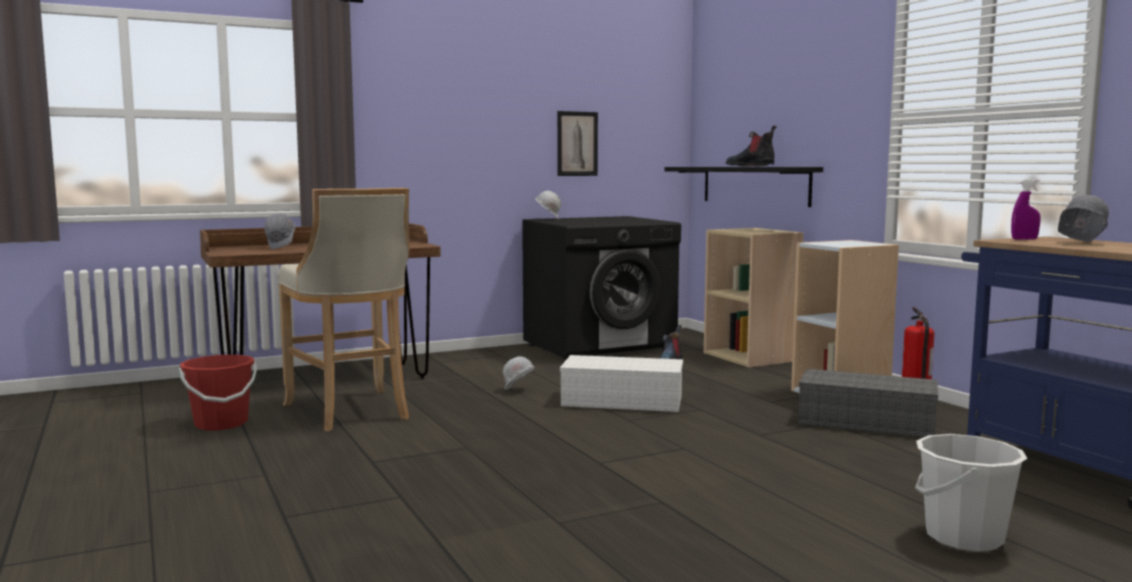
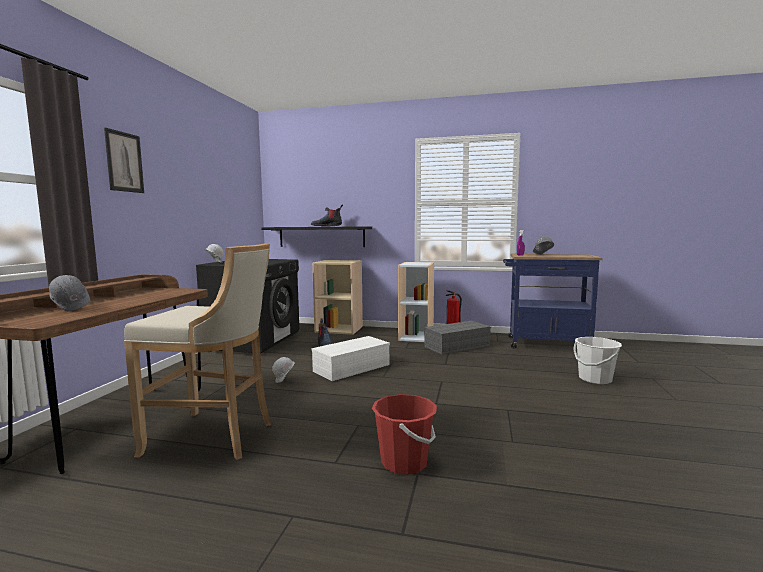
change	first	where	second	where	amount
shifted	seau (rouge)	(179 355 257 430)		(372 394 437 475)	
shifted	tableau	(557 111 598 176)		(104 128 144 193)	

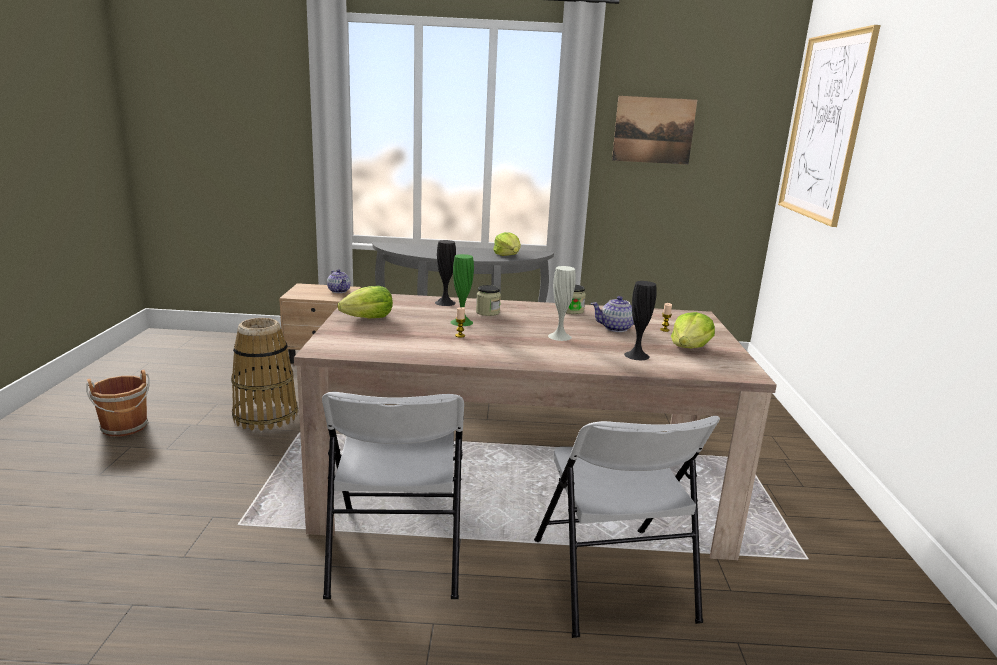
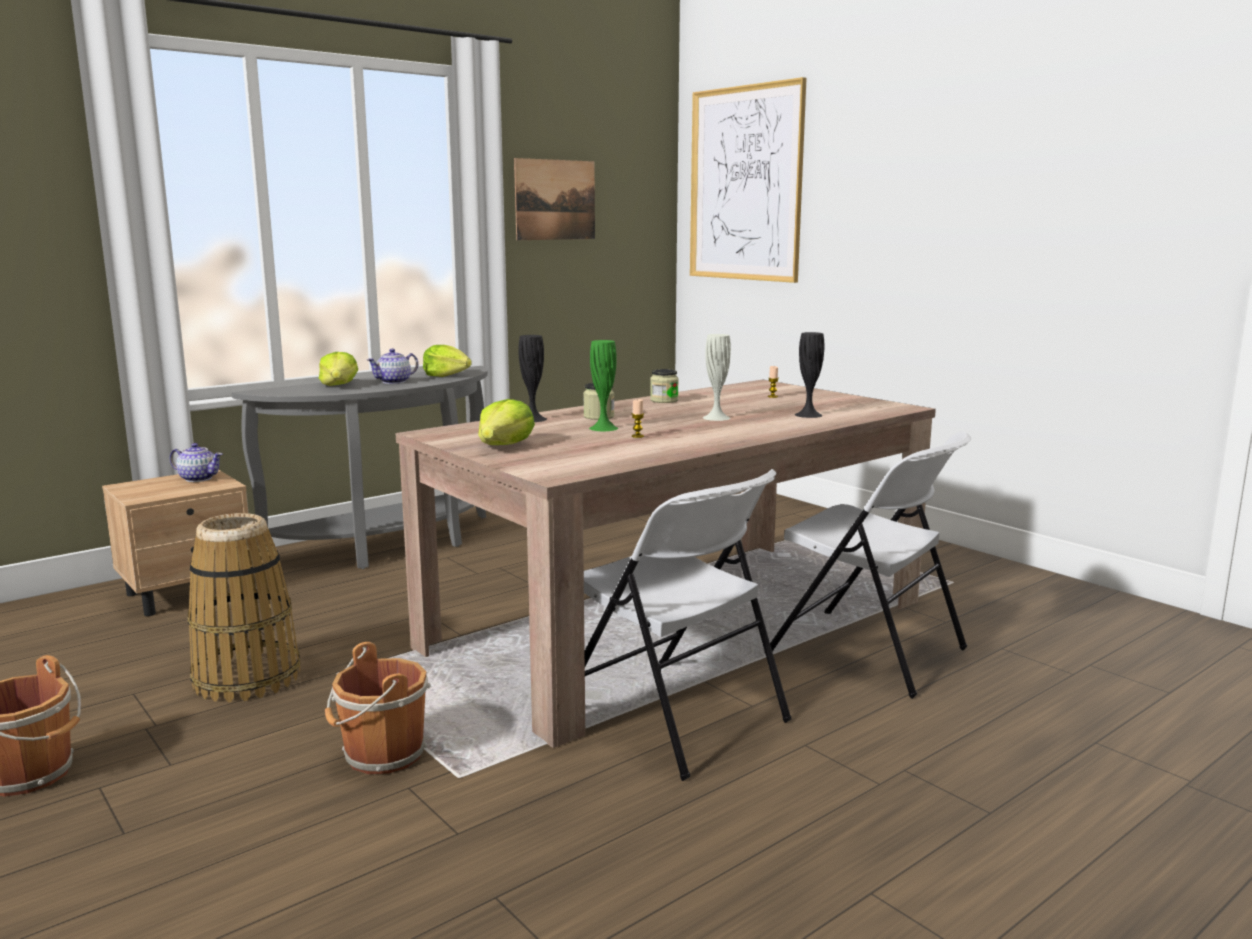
change	first	where	second	where	amount
new			seau (marron)	(325 642 431 774)	
shifted	théière	(591 296 634 332)		(367 349 418 384)	
shifted	laitue	(671 312 715 348)		(319 352 358 386)	

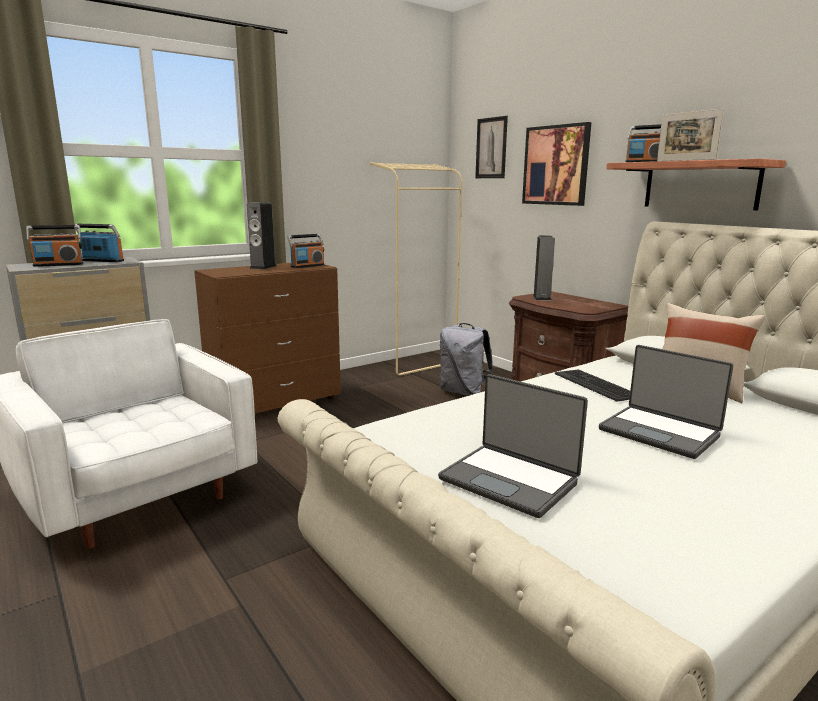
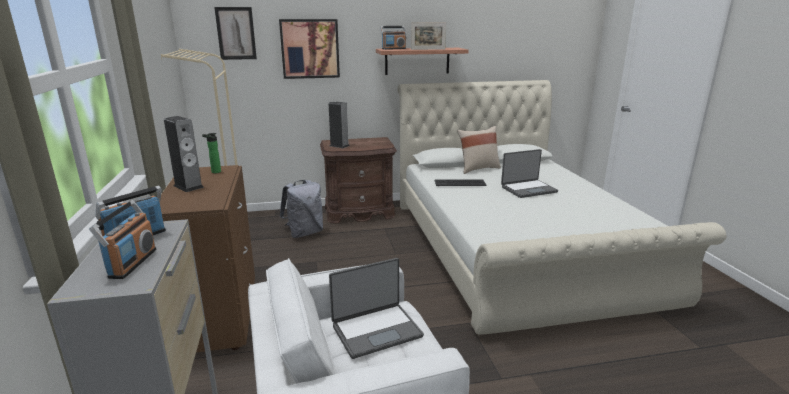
change	first	where	second	where	amount
shifted	ordinateur portable	(438 374 588 518)		(329 258 424 359)	
swapped	radio	(287 234 324 268)	bouteille	(202 133 221 173)	

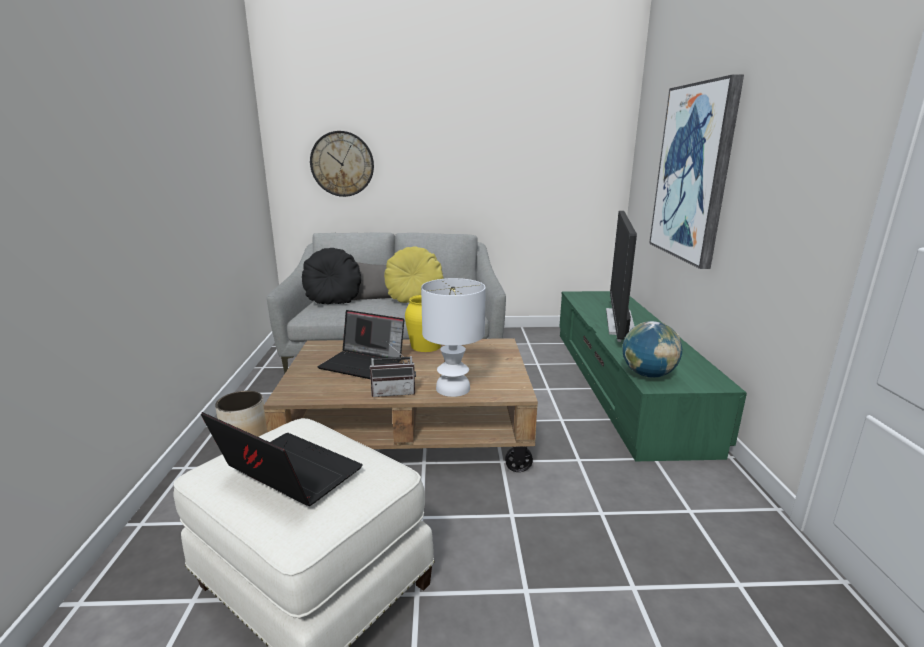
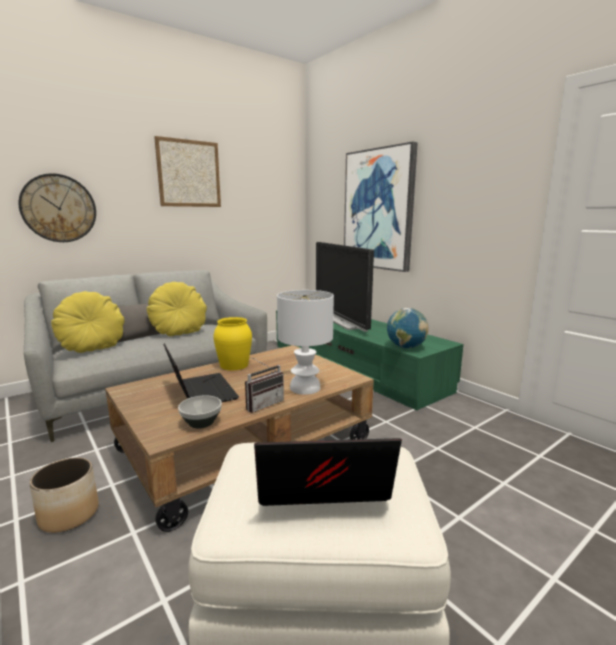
change	first	where	second	where	amount
new			tableau	(154 136 221 207)	
new			bol	(178 395 222 429)	
repainted	coussin (noir)	(302 248 361 304)	coussin (jaune)	(51 291 125 353)	
rotated	ordinateur portable	(318 310 404 379)		(163 343 239 402)	105 degrees counterclockwise

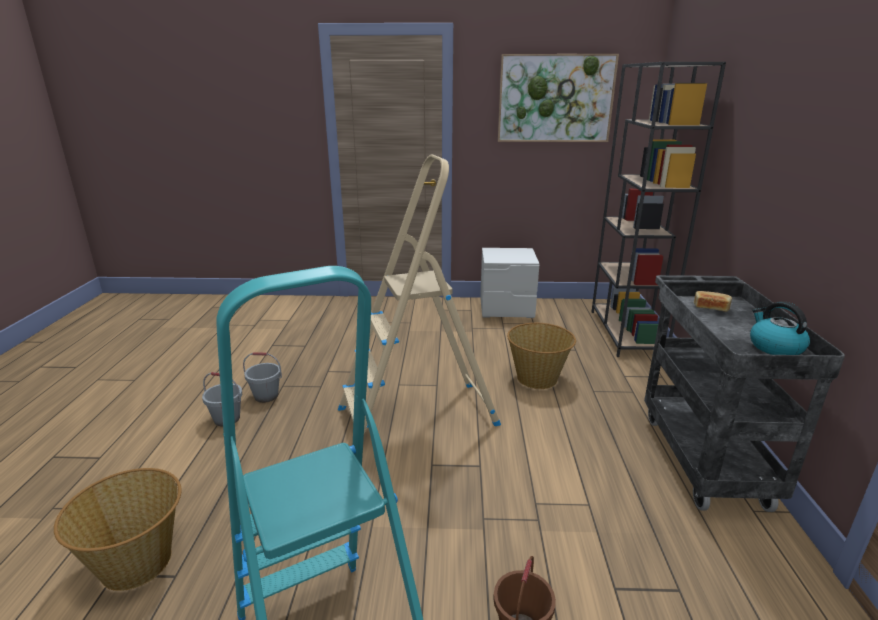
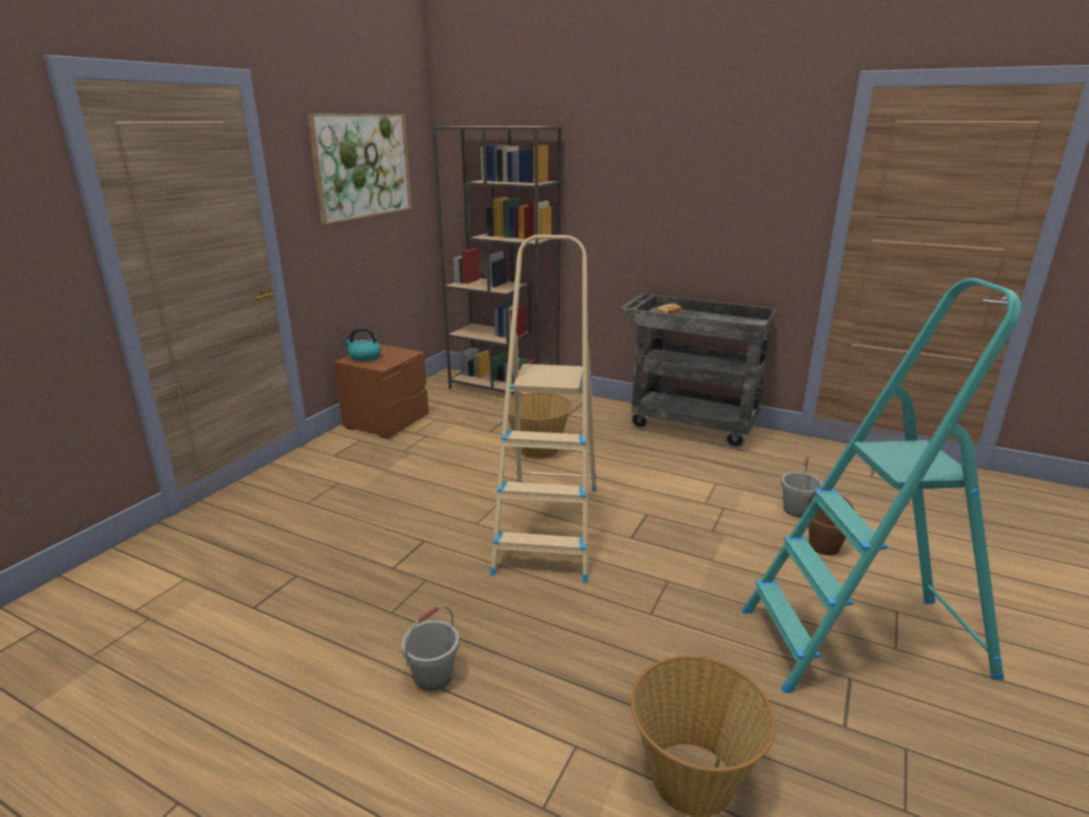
change	first	where	second	where	amount
shifted	seau (gris)	(243 352 282 403)		(781 457 823 518)	
shifted	bouilloire	(750 301 810 355)		(342 327 381 361)	
repainted	table de chevet (blanc)	(480 248 539 318)	table de chevet (marron)	(334 344 429 439)	

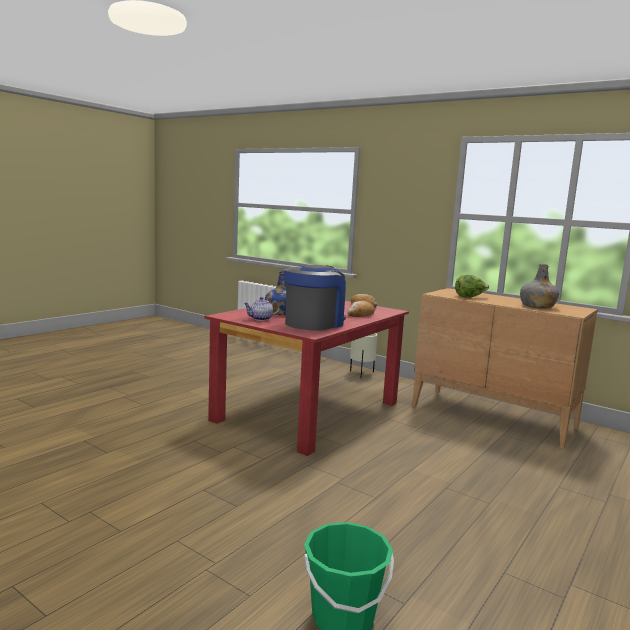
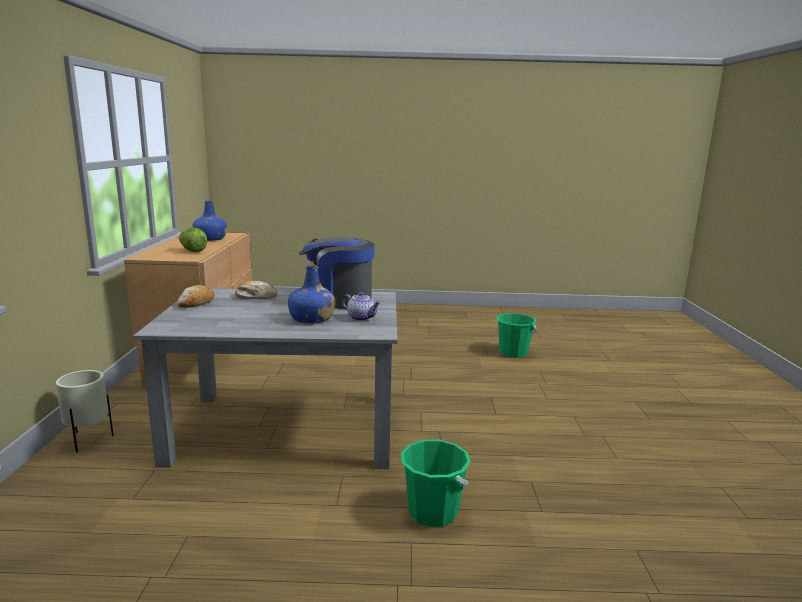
change	first	where	second	where	amount
new			seau (vert)	(401 440 471 527)	
repainted	table à manger (rouge)	(205 301 409 456)	table à manger (gris)	(133 288 397 469)	
repainted	bouteille (gris)	(520 264 559 309)	bouteille (bleu)	(192 200 227 241)	

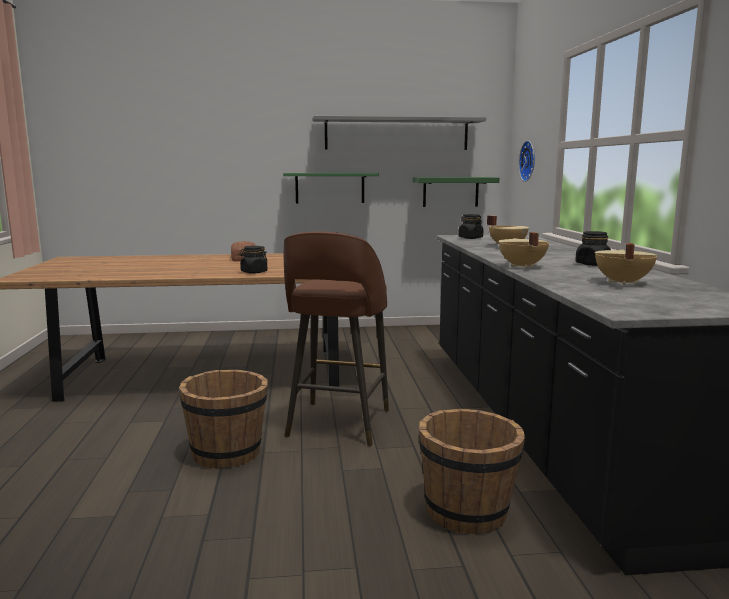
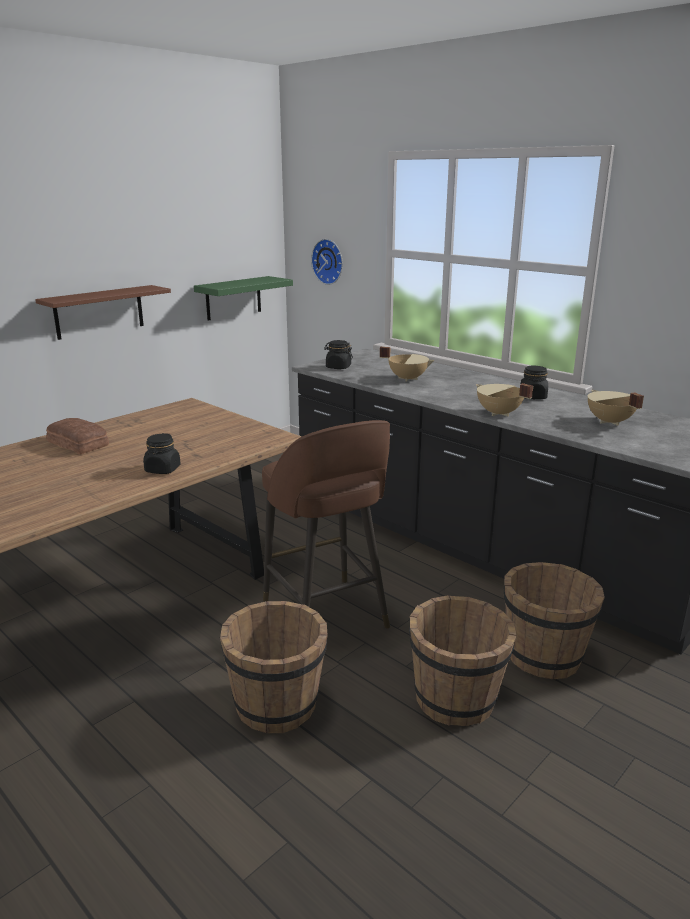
change	first	where	second	where	amount
gone	étagère (gris)	(313 116 486 150)			
new			seau (marron)	(409 595 517 726)	
repainted	étagère (vert)	(283 173 379 203)	étagère (marron)	(35 285 171 340)	

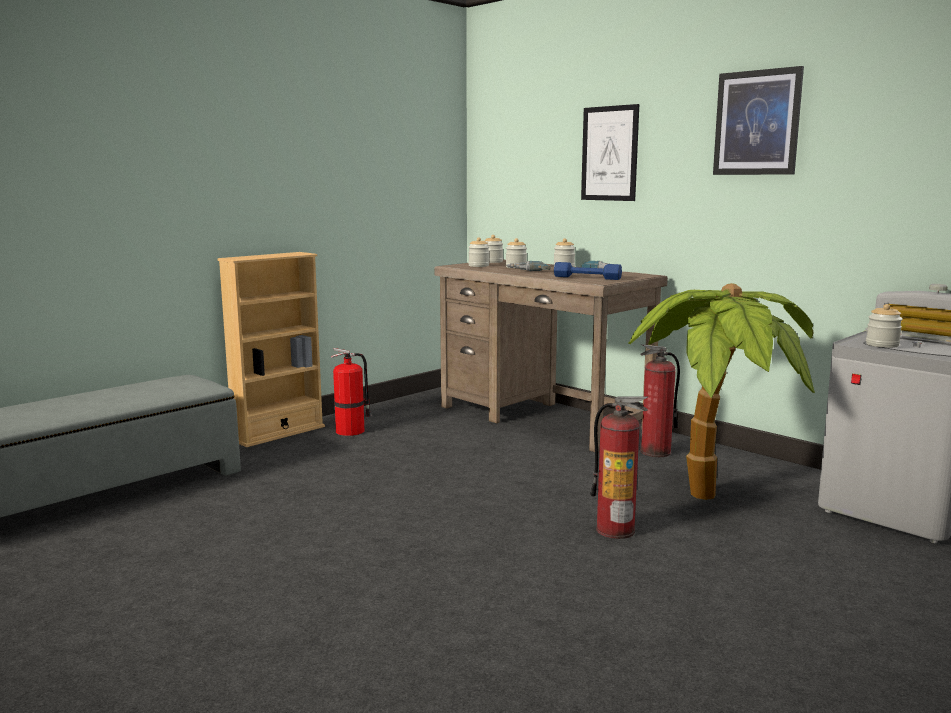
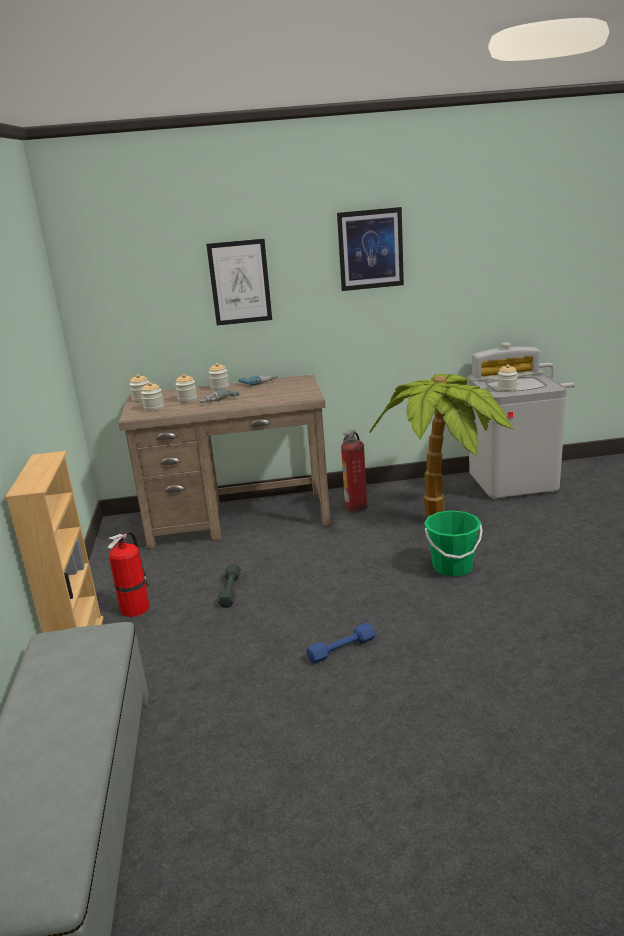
change	first	where	second	where	amount
new			haltère (gris)	(218 564 241 608)	
shifted	haltère (bleu)	(554 262 622 280)		(306 622 375 664)	
swapped	extincteur	(590 397 648 539)	seau (vert)	(424 510 483 577)	

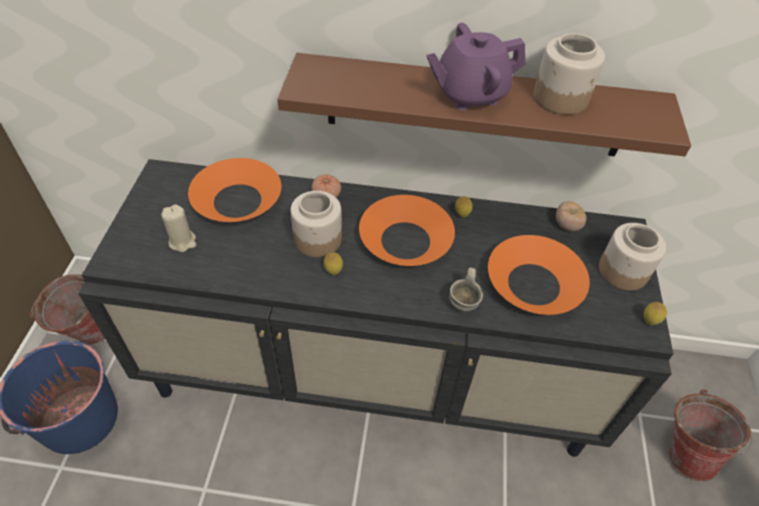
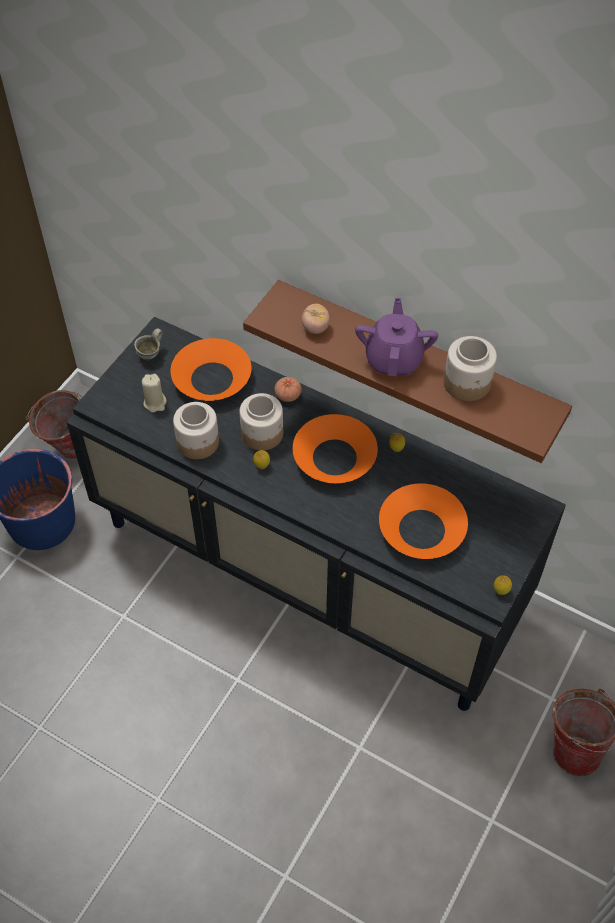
change	first	where	second	where	amount
shifted	mug (gris)	(449 267 483 312)		(134 328 163 360)	
shifted	tomate	(556 201 587 231)		(302 304 330 334)	
shifted	bocal	(599 223 666 291)		(173 402 219 459)	
rotated	théière (violet)	(427 23 525 110)		(355 298 438 376)	90 degrees clockwise

